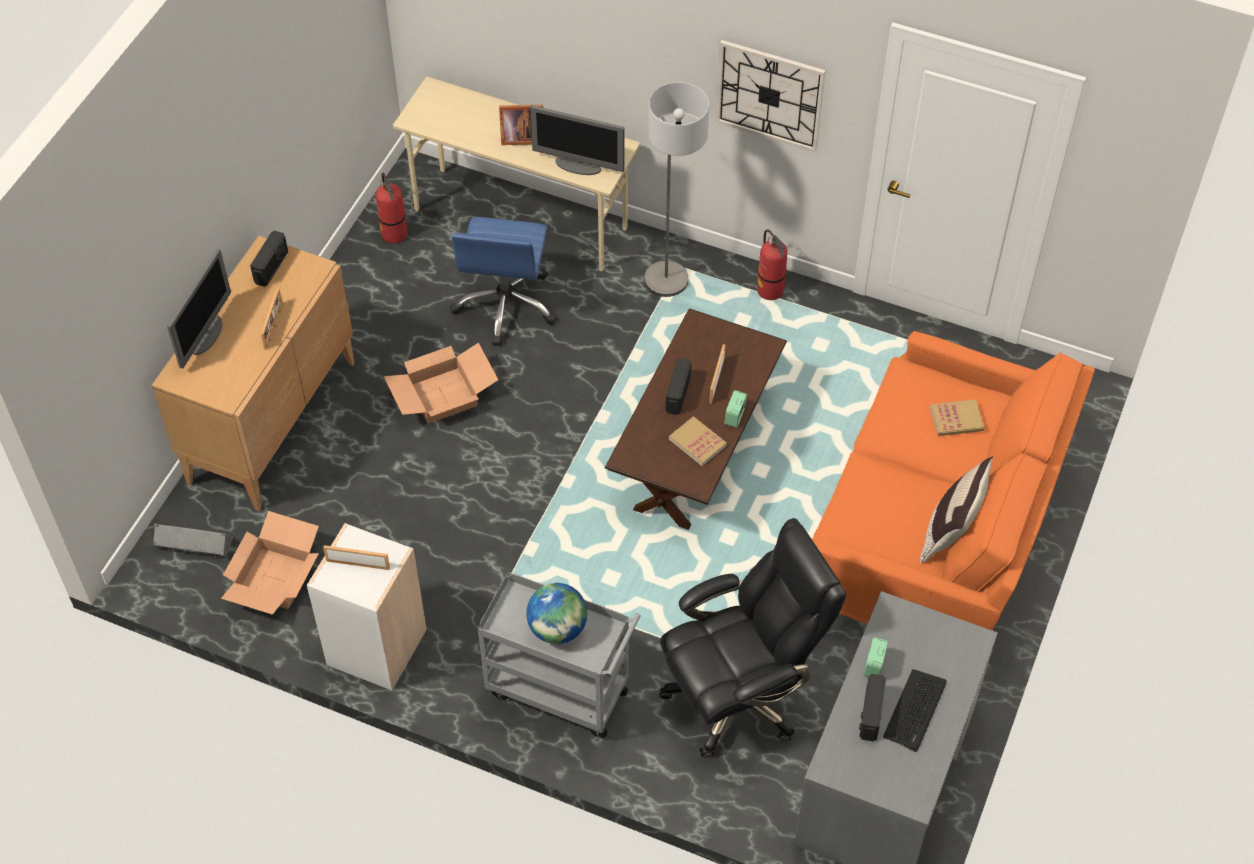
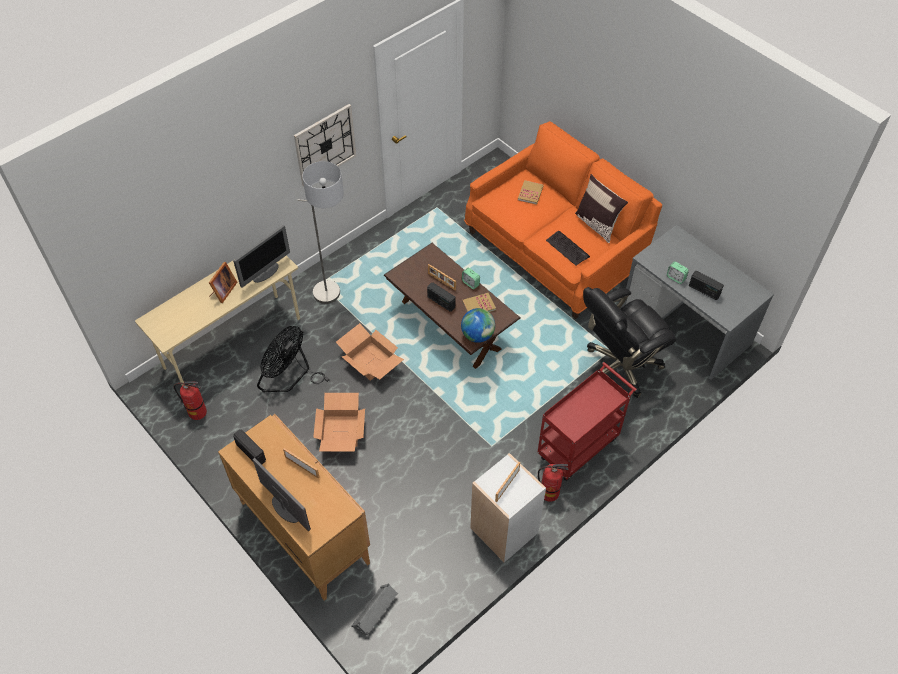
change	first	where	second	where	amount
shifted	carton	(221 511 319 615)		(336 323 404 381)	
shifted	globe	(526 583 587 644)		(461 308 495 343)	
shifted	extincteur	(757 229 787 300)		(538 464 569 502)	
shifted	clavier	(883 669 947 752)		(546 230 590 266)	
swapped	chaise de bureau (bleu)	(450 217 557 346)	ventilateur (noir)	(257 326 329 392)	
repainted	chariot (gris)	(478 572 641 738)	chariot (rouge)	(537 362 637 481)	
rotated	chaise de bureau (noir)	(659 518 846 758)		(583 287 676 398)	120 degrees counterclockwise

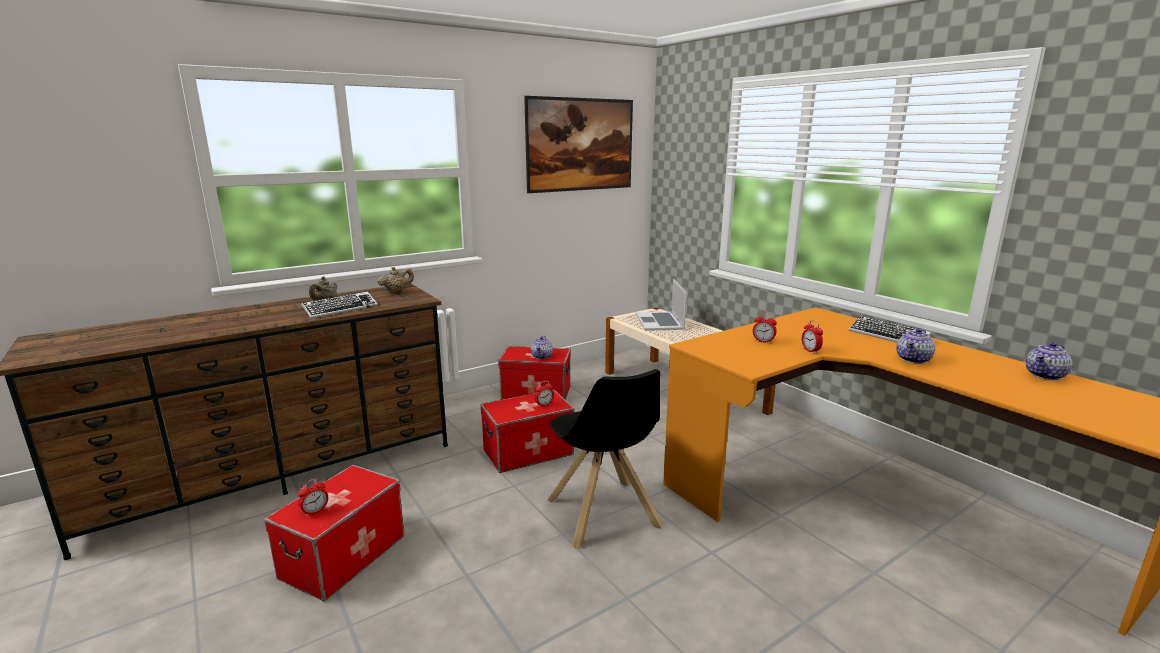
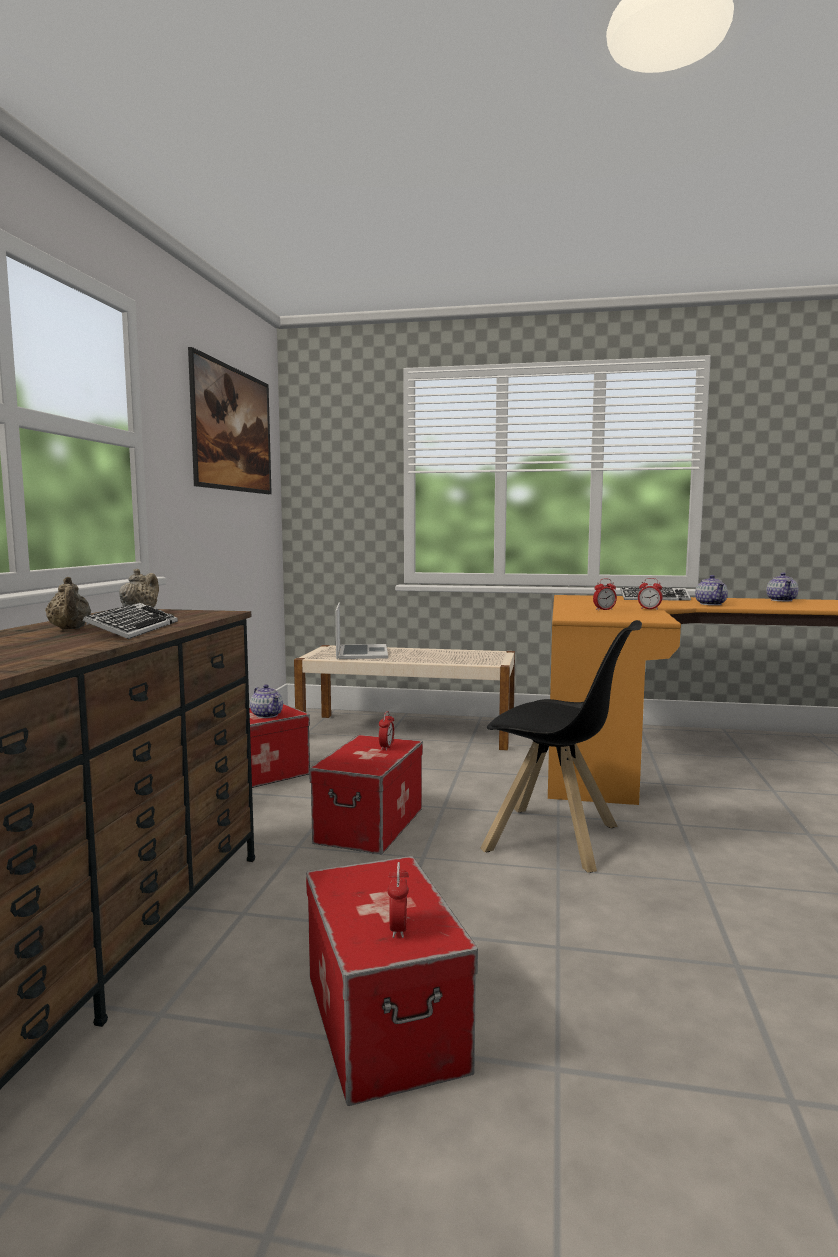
change	first	where	second	where	amount
rotated	ordinateur portable	(636 279 687 331)		(335 603 388 659)	135 degrees counterclockwise

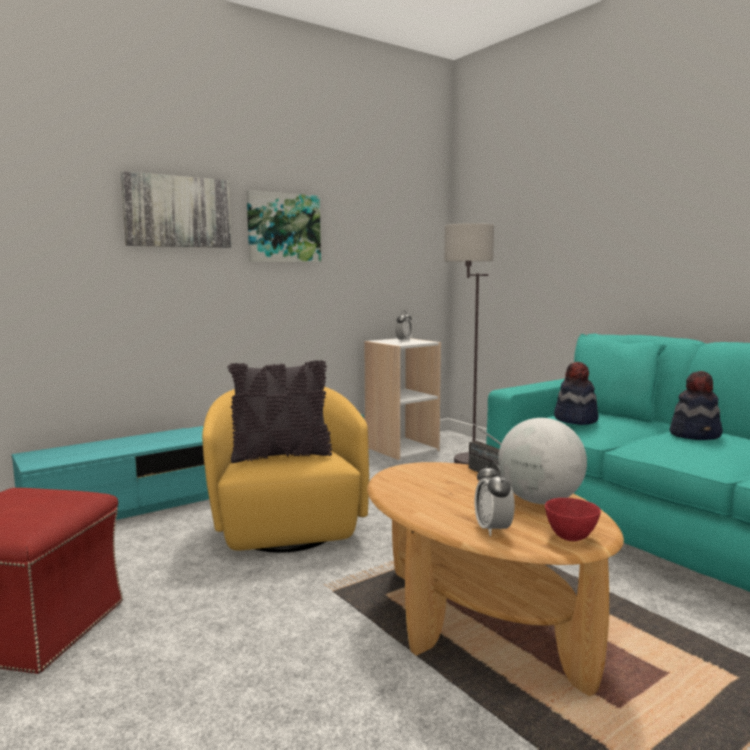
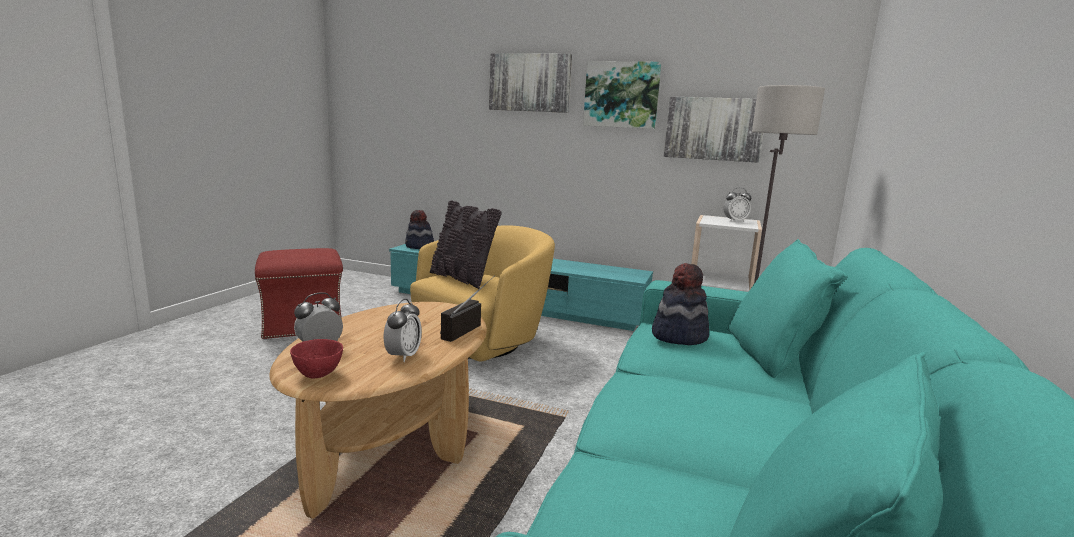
change	first	where	second	where	amount
new			tableau	(664 96 763 163)	
shifted	chapeau	(670 371 723 440)		(405 210 434 249)	
swapped	globe	(498 418 587 504)	réveil	(384 299 422 362)	

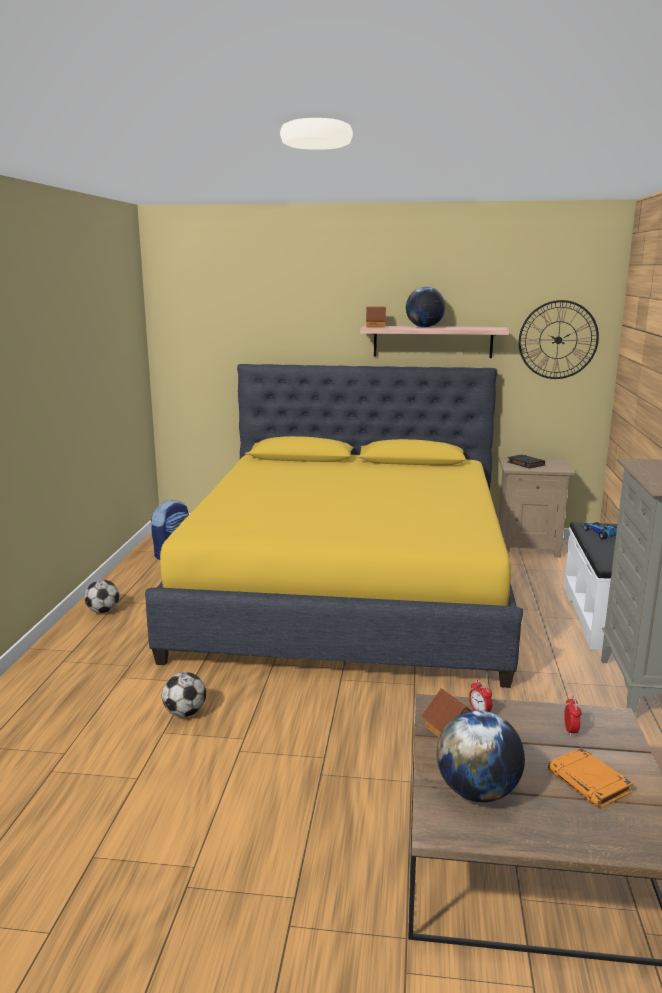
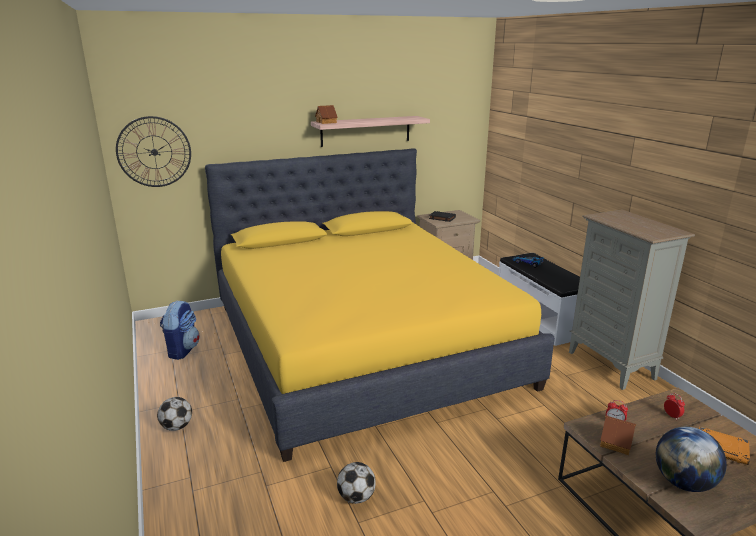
change	first	where	second	where	amount
gone	globe	(406 287 445 327)			
shifted	horloge murale	(519 300 599 379)		(116 116 191 187)	

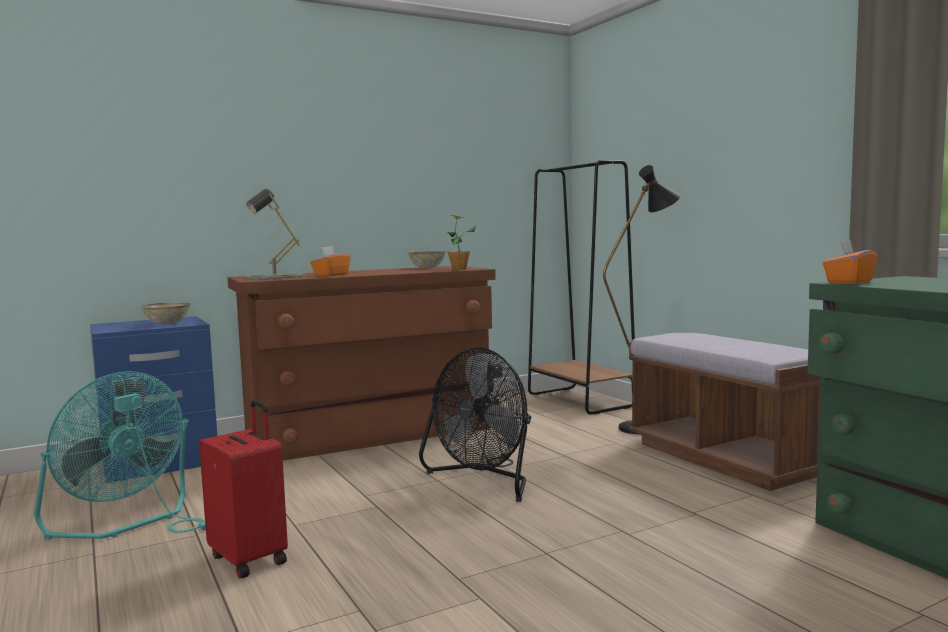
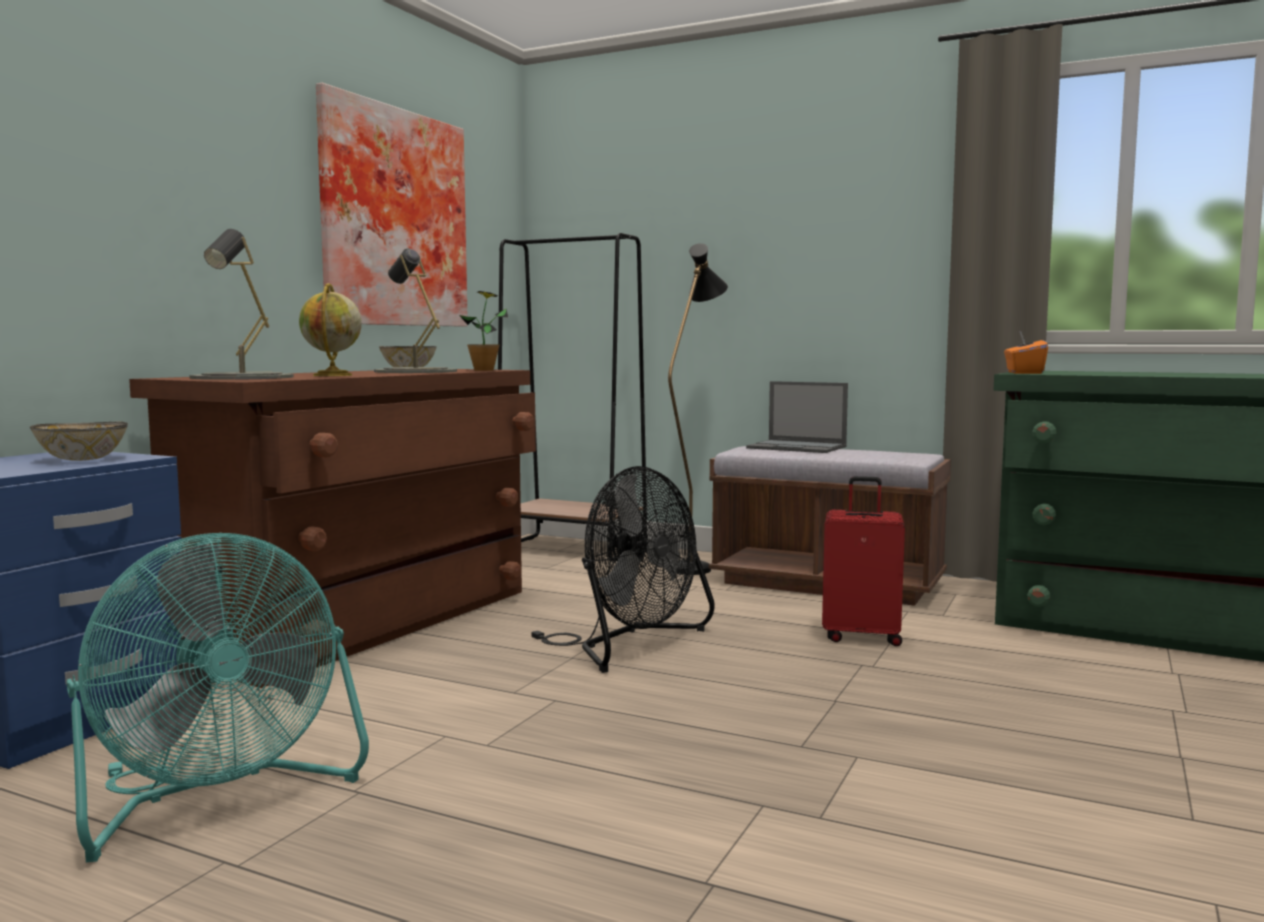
change	first	where	second	where	amount
new			tableau	(316 83 468 327)	
new			lampe de table (gris)	(374 248 457 373)	
new			ordinateur portable	(746 381 848 453)	
shifted	valise (rouge)	(199 400 288 578)		(822 476 905 646)	
swapped	boîte à mouchoirs (orange)	(310 246 350 276)	globe	(299 283 362 376)	
rotated	ventilateur (turquoise)	(34 372 206 540)		(67 533 369 862)	135 degrees counterclockwise
rotated	ventilateur (noir)	(419 348 531 502)		(532 466 715 673)	60 degrees counterclockwise

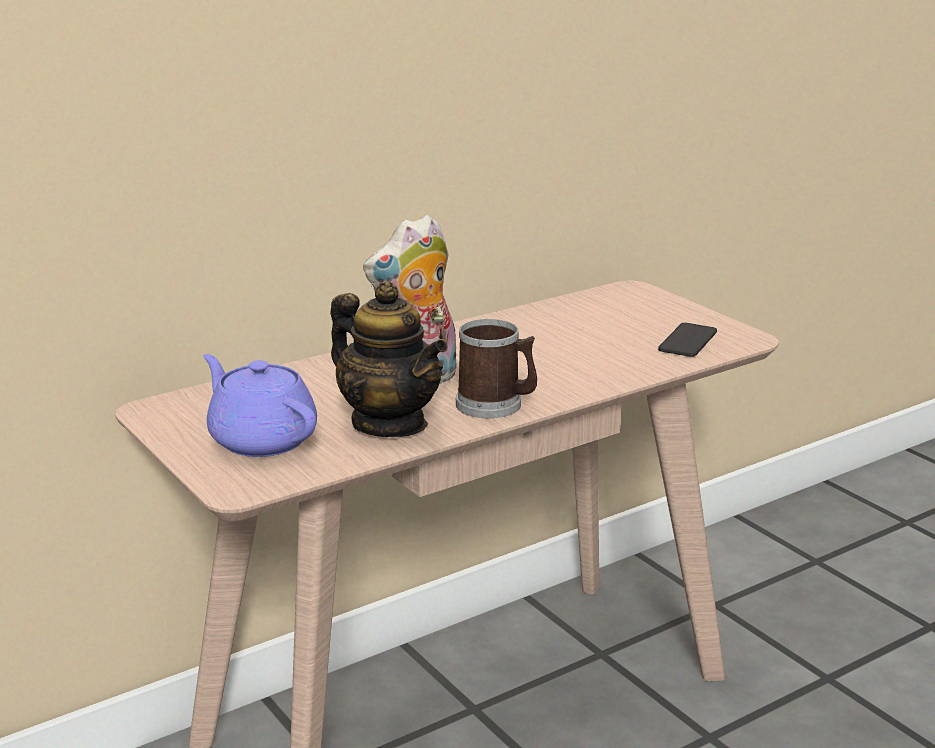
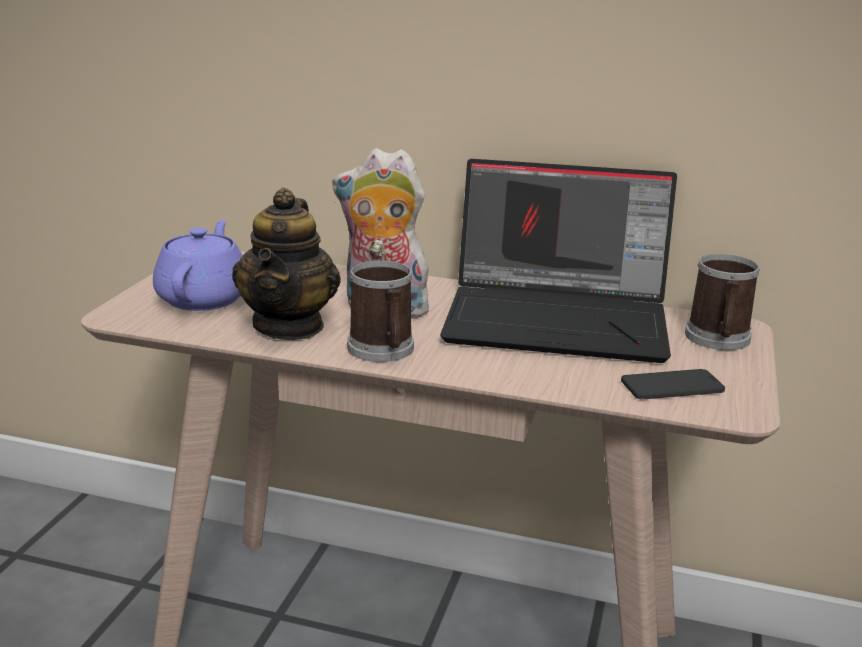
change	first	where	second	where	amount
new			ordinateur portable	(440 159 677 363)	
new			mug	(685 254 760 350)	

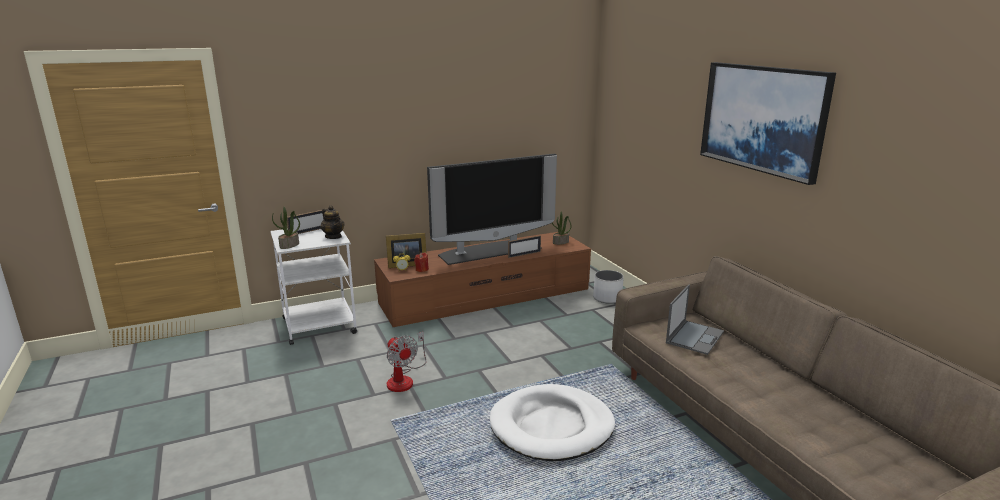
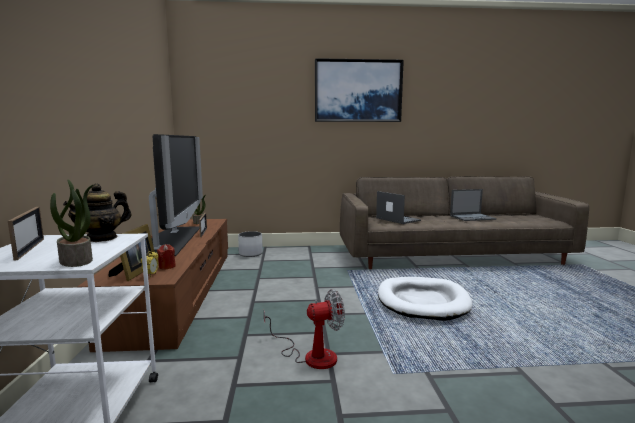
change	first	where	second	where	amount
new			ordinateur portable	(450 189 496 221)	
rotated	théière	(320 205 345 239)		(63 183 132 242)	150 degrees clockwise

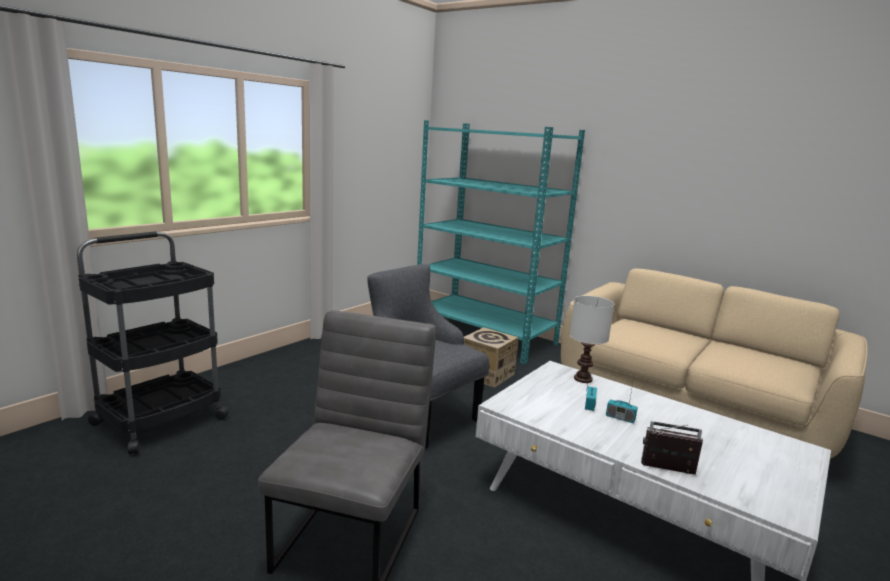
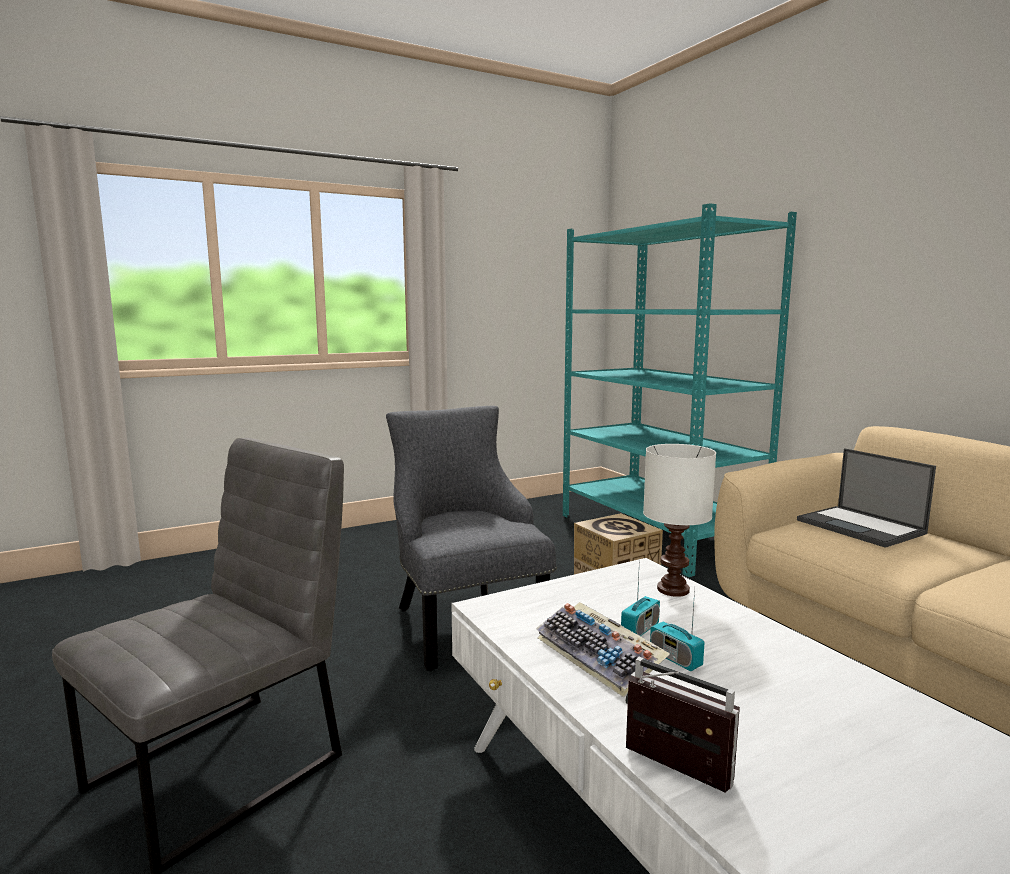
change	first	where	second	where	amount
gone	chariot (noir)	(77 231 229 455)			
new			clavier	(536 602 670 698)	
new			ordinateur portable	(797 448 936 548)	

